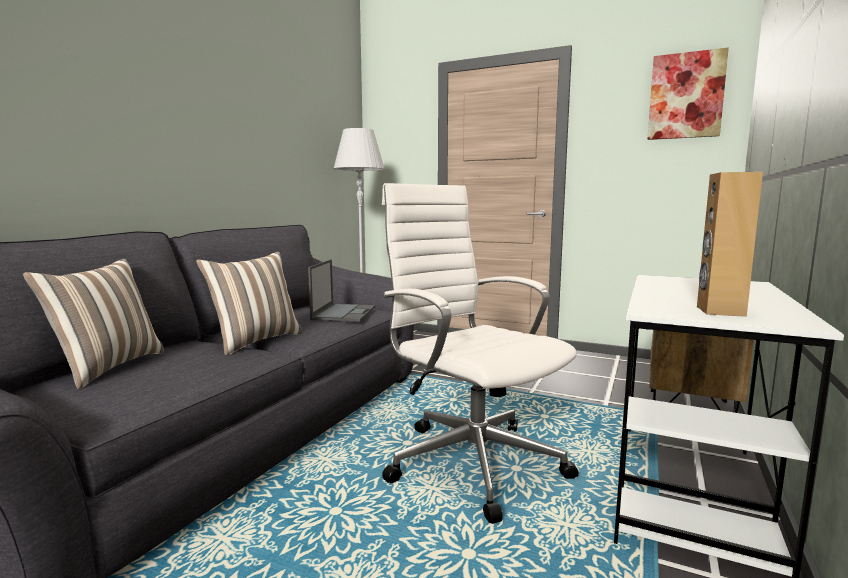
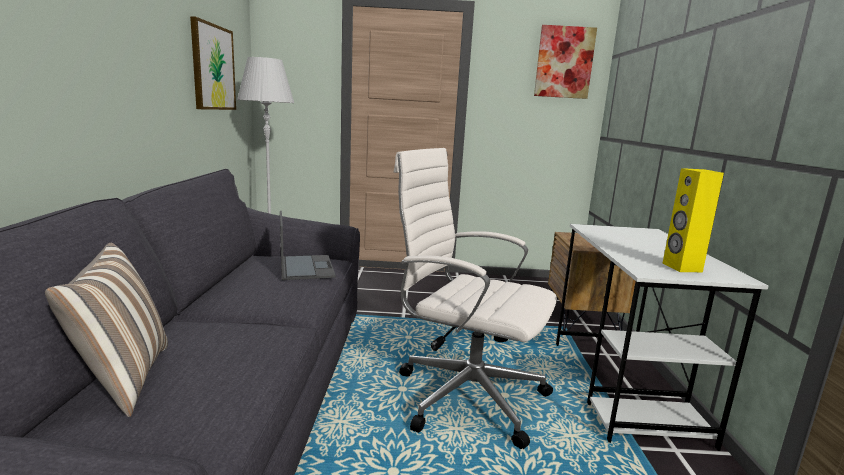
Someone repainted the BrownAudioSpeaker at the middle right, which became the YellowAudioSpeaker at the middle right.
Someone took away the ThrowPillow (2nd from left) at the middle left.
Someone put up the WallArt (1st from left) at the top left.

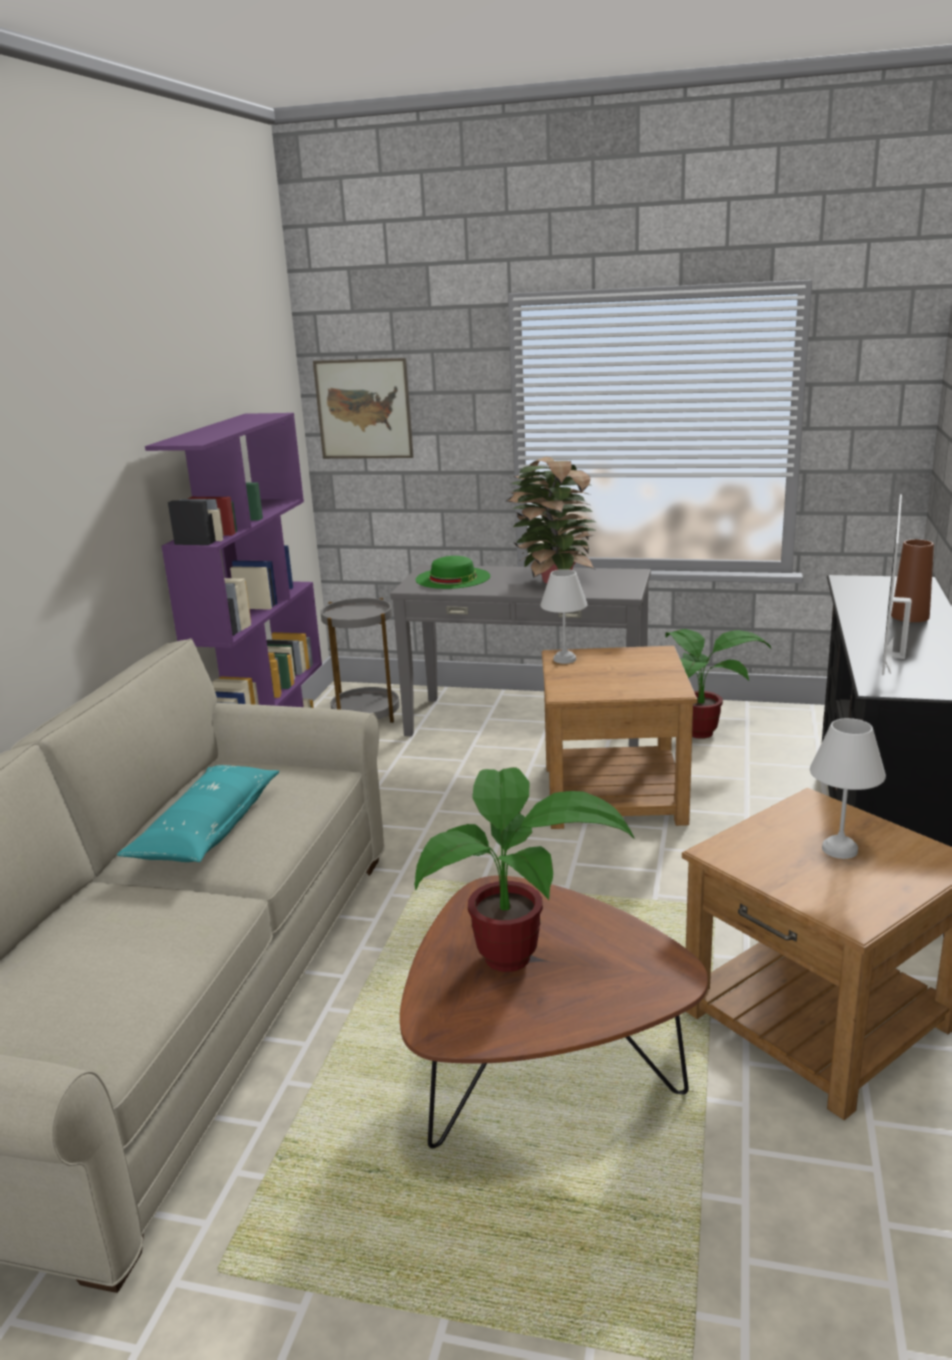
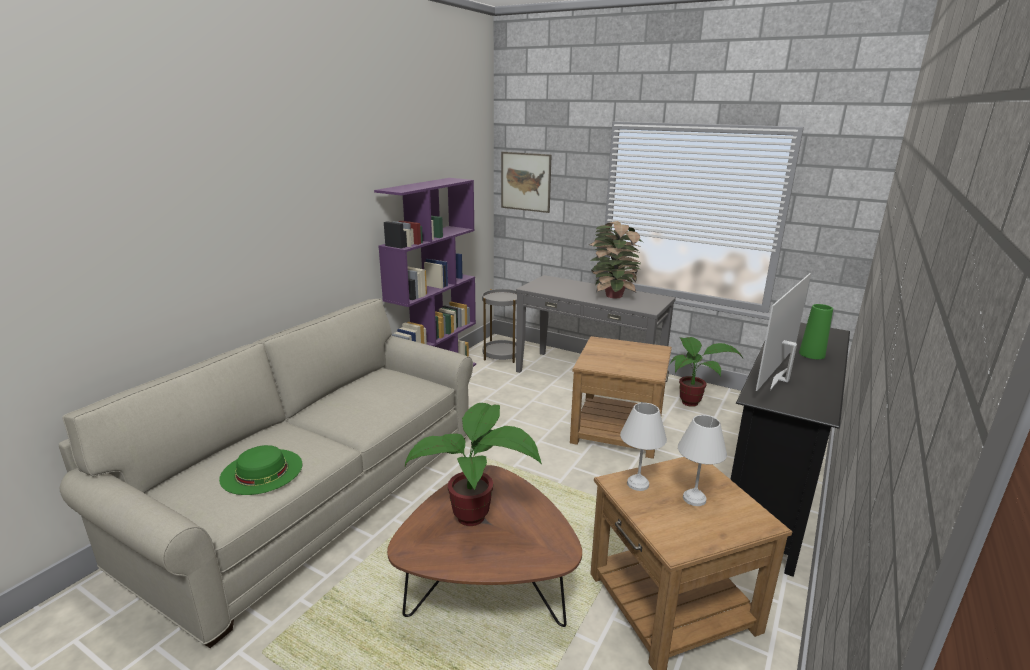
Someone repainted the BrownDecorativeVase at the middle right, which became the GreenDecorativeVase at the middle right.
Someone carried the GreenWearableHat from the centre to the bottom left.
Someone carried the WhiteColouredTabletopLamp (1st from left) from the centre to the bottom centre.
Someone took away the TurquoiseColouredThrowPillow at the middle left.

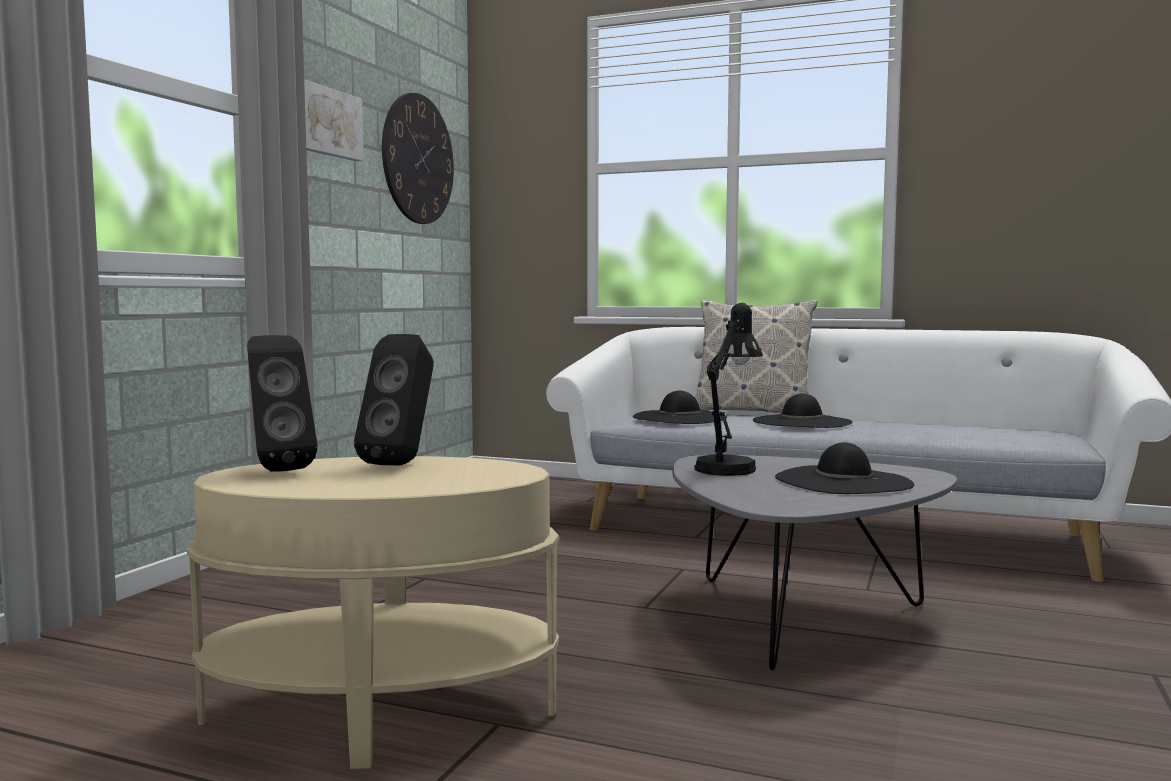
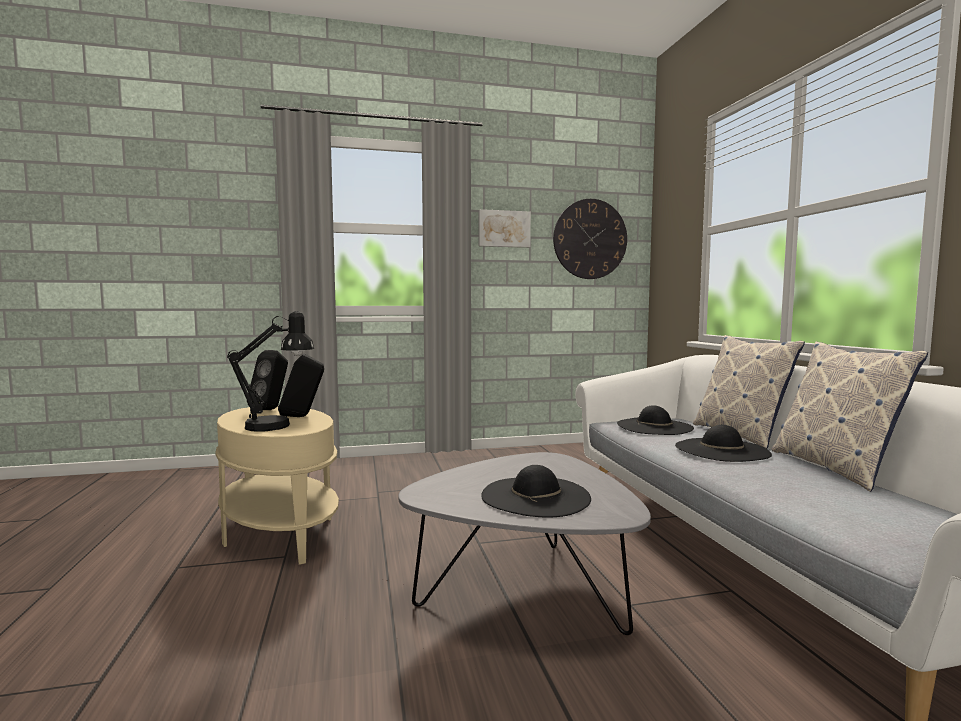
Someone carried the BlackColouredTabletopLamp from the centre to the middle left.
Someone put down the ThrowPillow (2nd from left) at the middle right.

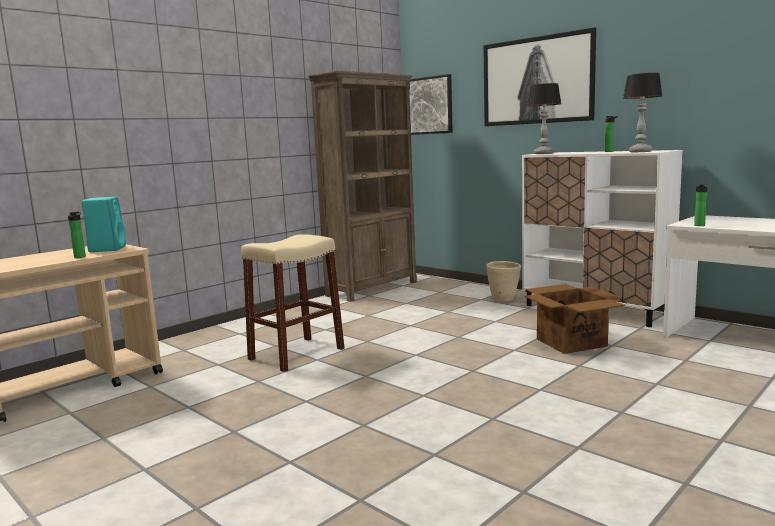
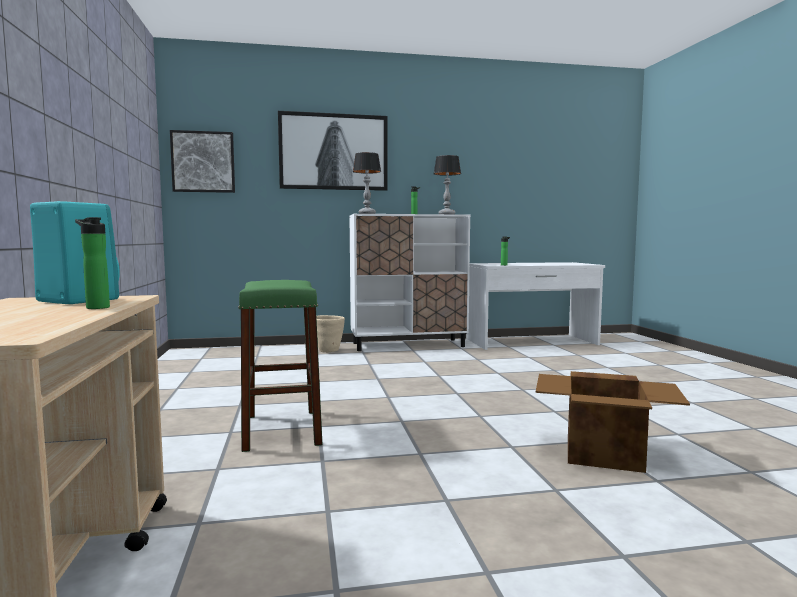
Someone took away the BrownBookshelf at the centre.
Someone repainted the SandColouredStoolSeat at the centre, which became the GreenStoolSeat at the centre.
Someone carried the CardboardBox from the middle right to the bottom right.

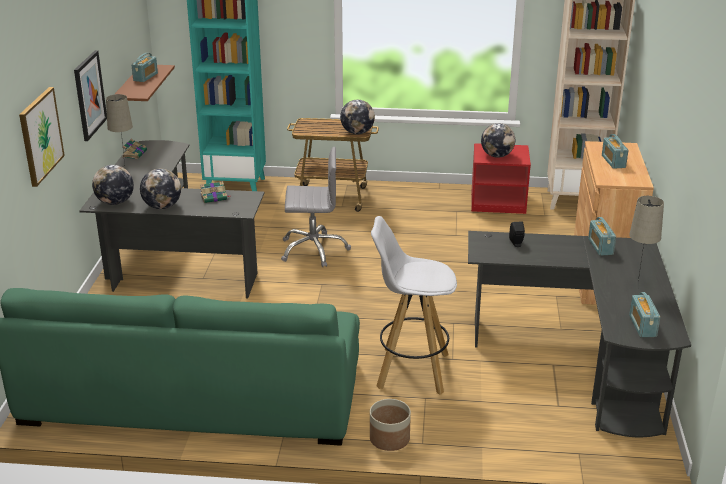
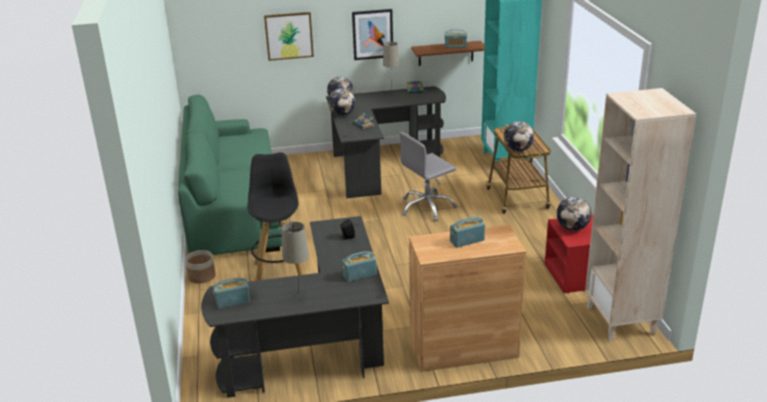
Someone rotated the GrayDeskChair at the centre by 75 degrees clockwise.
Someone repainted the WhiteColouredStoolSeat at the centre, which became the BlackColouredStoolSeat at the centre.

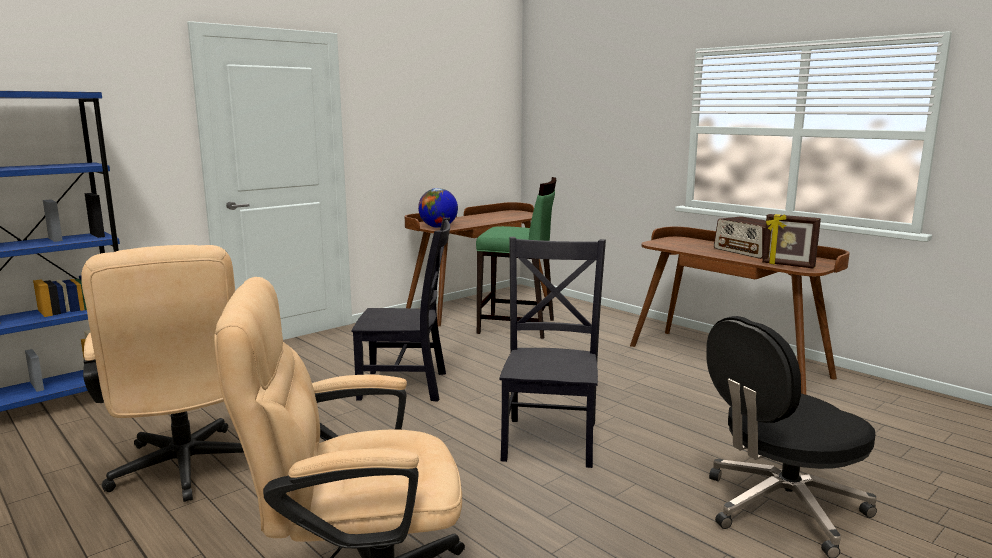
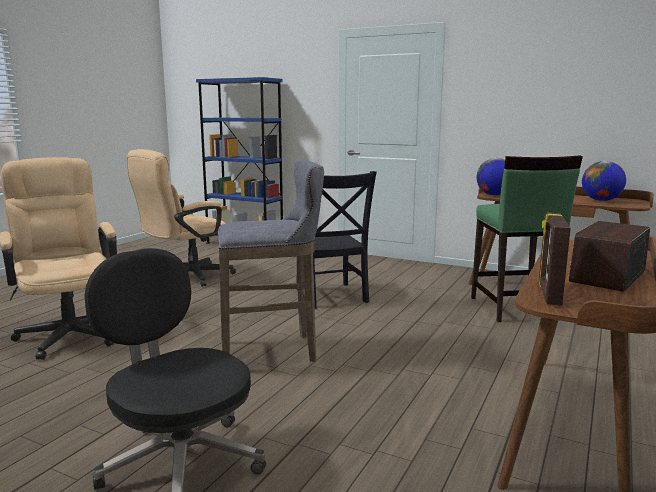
Someone swapped the BlackColouredUprightChair (2nd from left) at the centre for the GrayStoolSeat at the centre.
Someone put down the WorldGlobe (2nd from left) at the middle right.

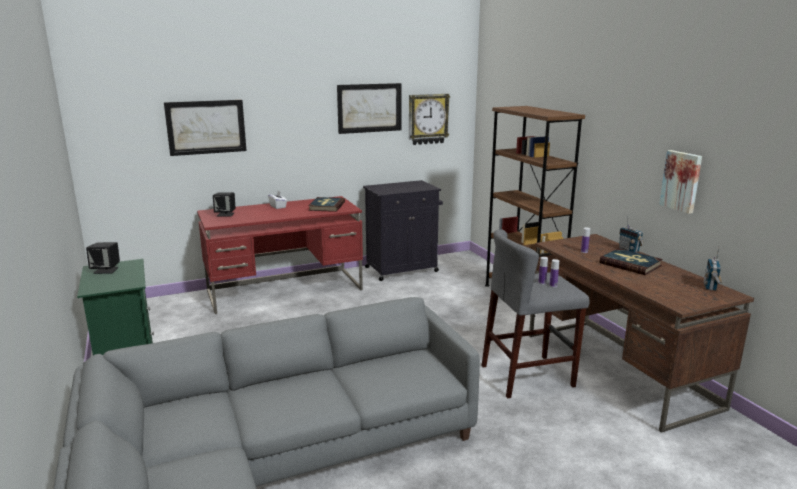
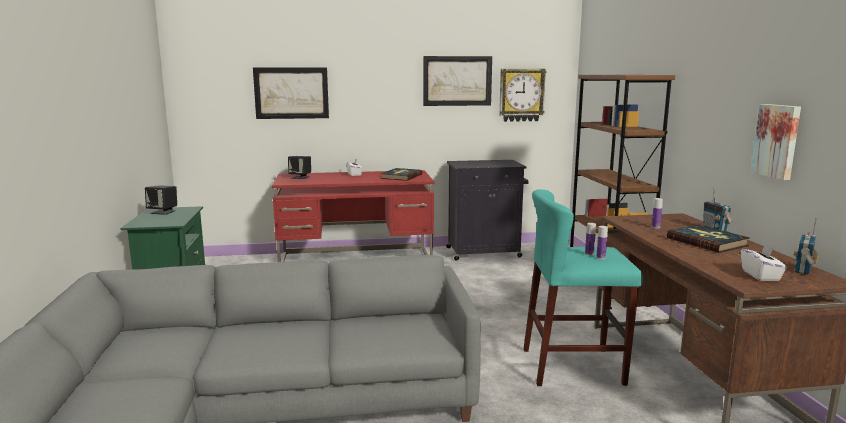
Someone repainted the GrayStoolSeat at the middle right, which became the TurquoiseColouredStoolSeat at the bottom right.
Someone put down the WhiteColouredTissueBox (2nd from left) at the middle right.

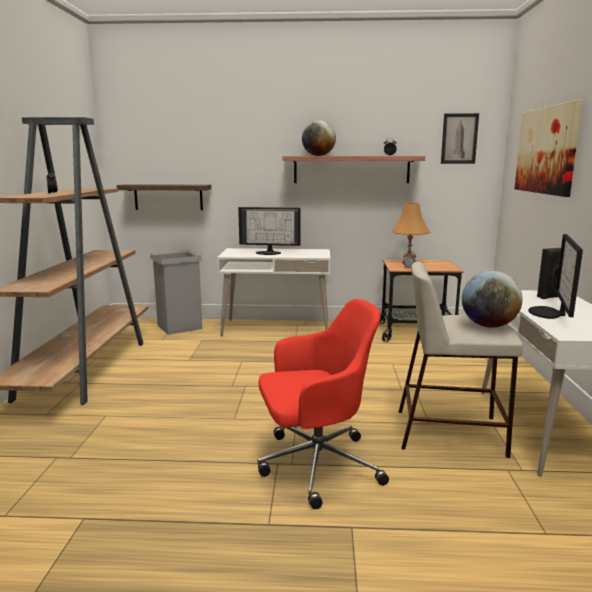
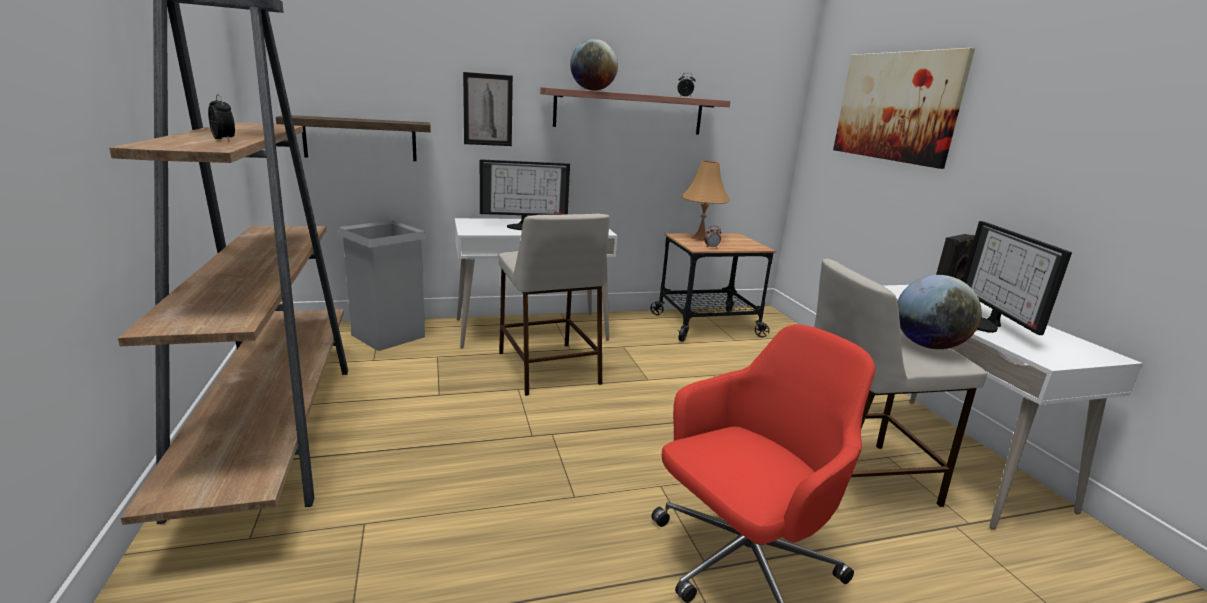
Someone carried the WallArt (1st from left) from the top right to the top centre.
Someone put down the SandColouredStoolSeat (1st from left) at the centre.

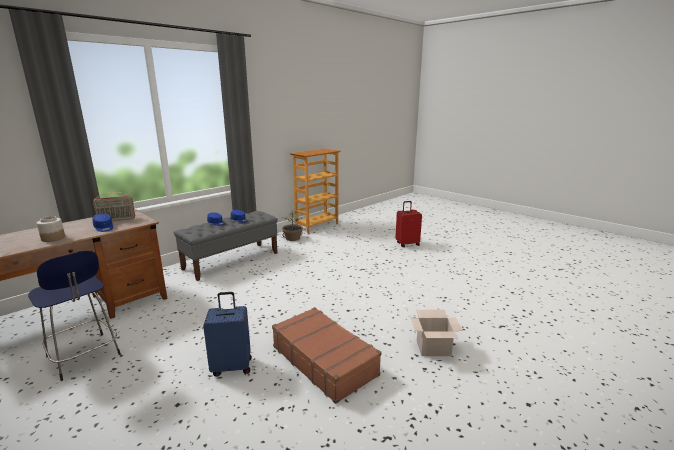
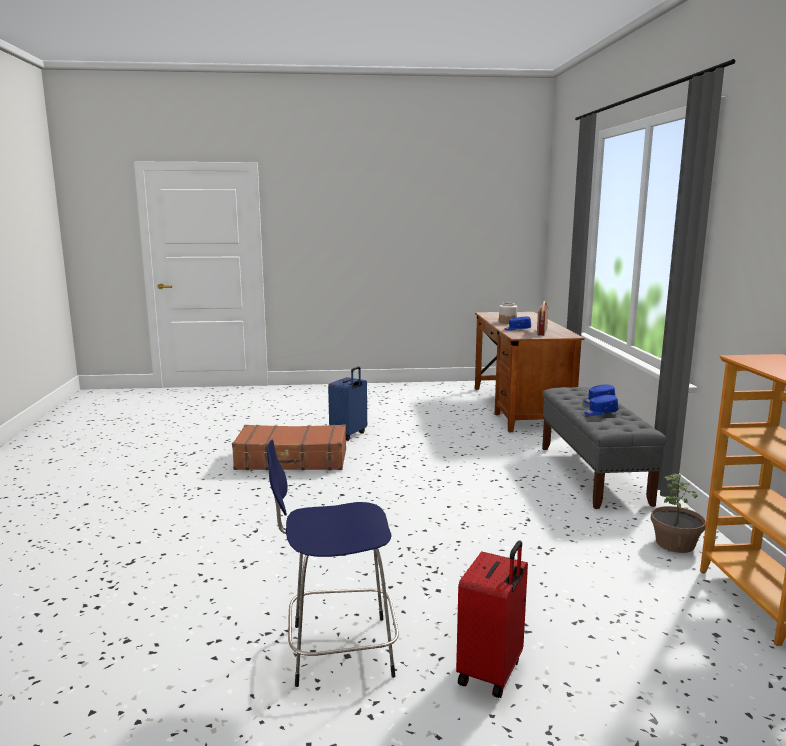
Someone carried the BlueStoolSeat from the bottom left to the bottom centre.
Someone took away the CardboardBox at the bottom centre.

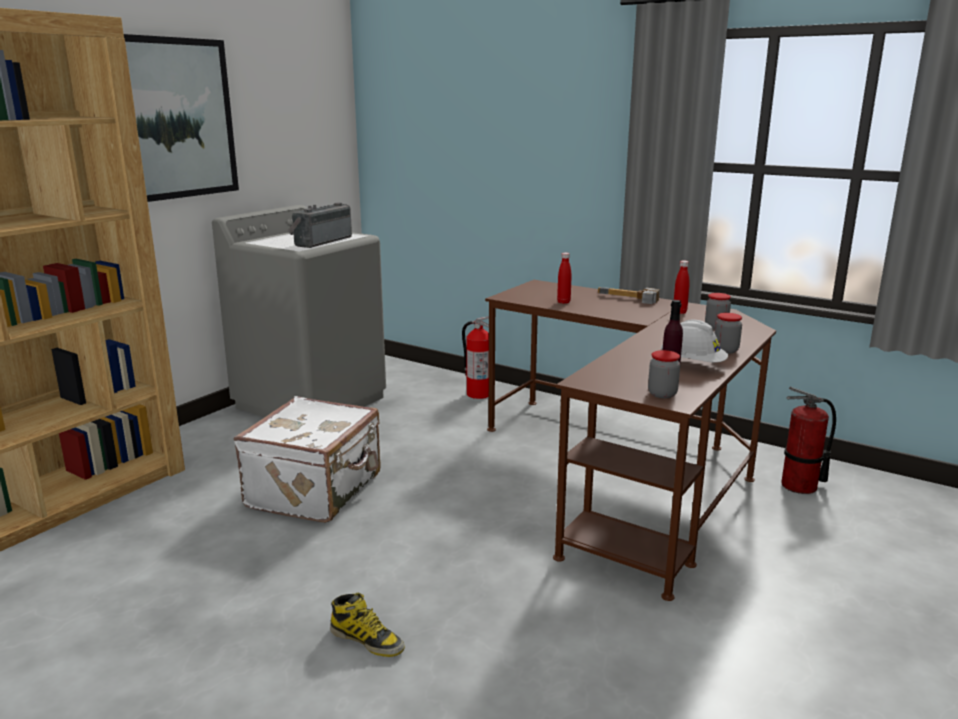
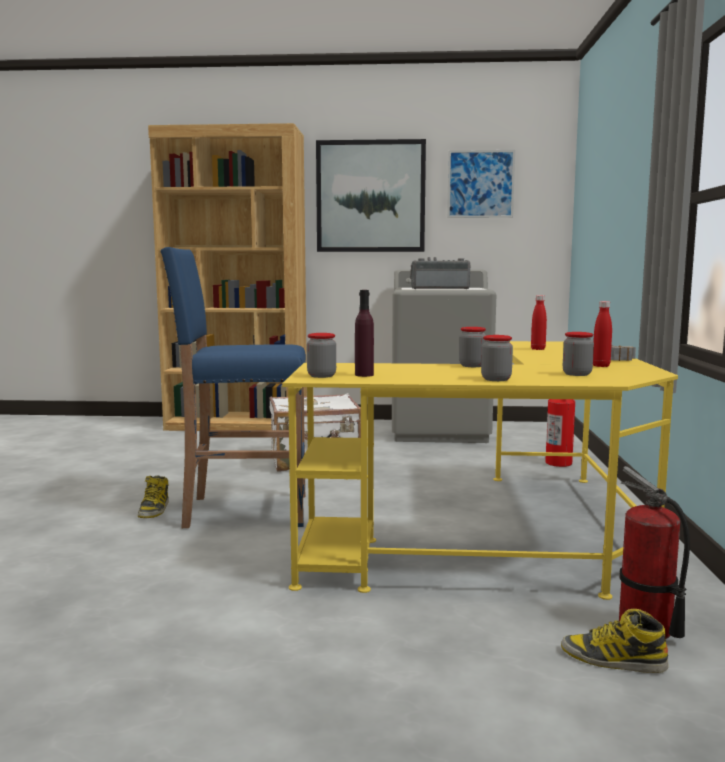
Someone repainted the BrownDeskTable at the centre, which became the YellowDeskTable at the centre.
Someone took away the WhiteColouredSafetyHelmet at the middle right.
Someone put up the WallArt (2nd from left) at the top centre.
Someone put down the BlueStoolSeat at the middle left.
Someone put down the PreserveJar (2nd from left) at the centre.
Someone put down the Boot (2nd from left) at the bottom right.

